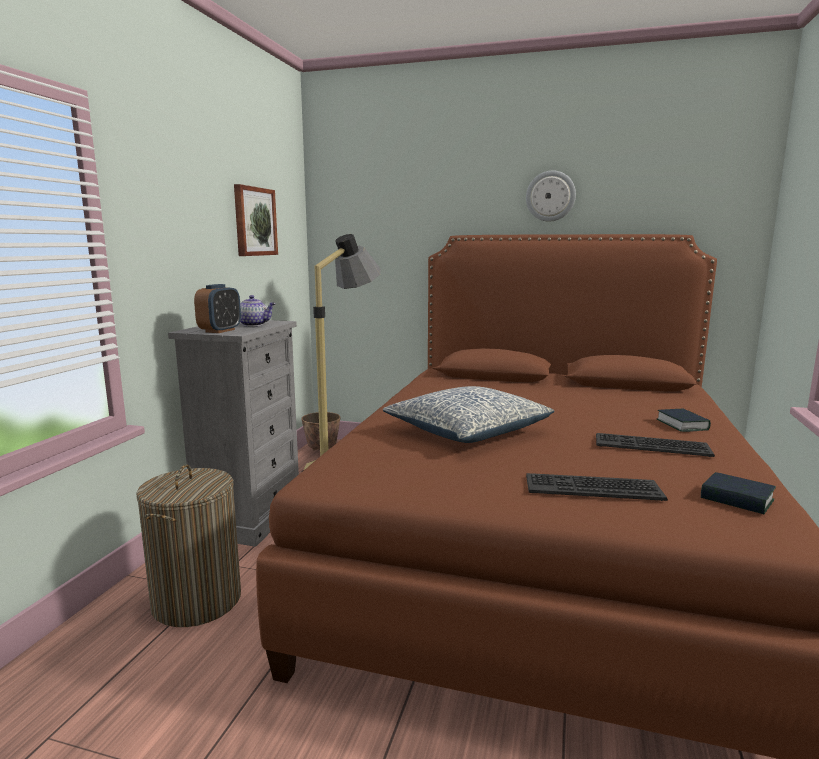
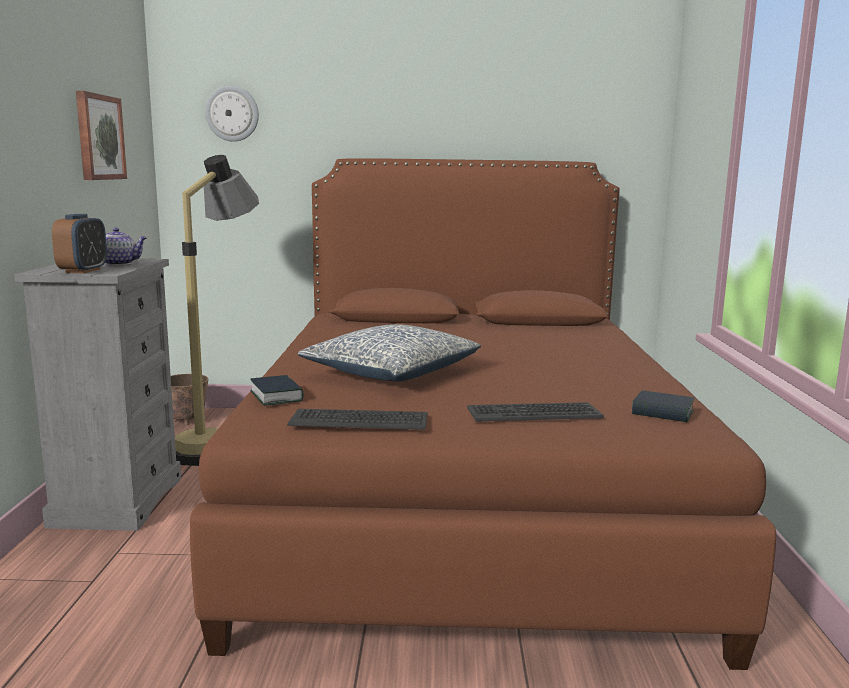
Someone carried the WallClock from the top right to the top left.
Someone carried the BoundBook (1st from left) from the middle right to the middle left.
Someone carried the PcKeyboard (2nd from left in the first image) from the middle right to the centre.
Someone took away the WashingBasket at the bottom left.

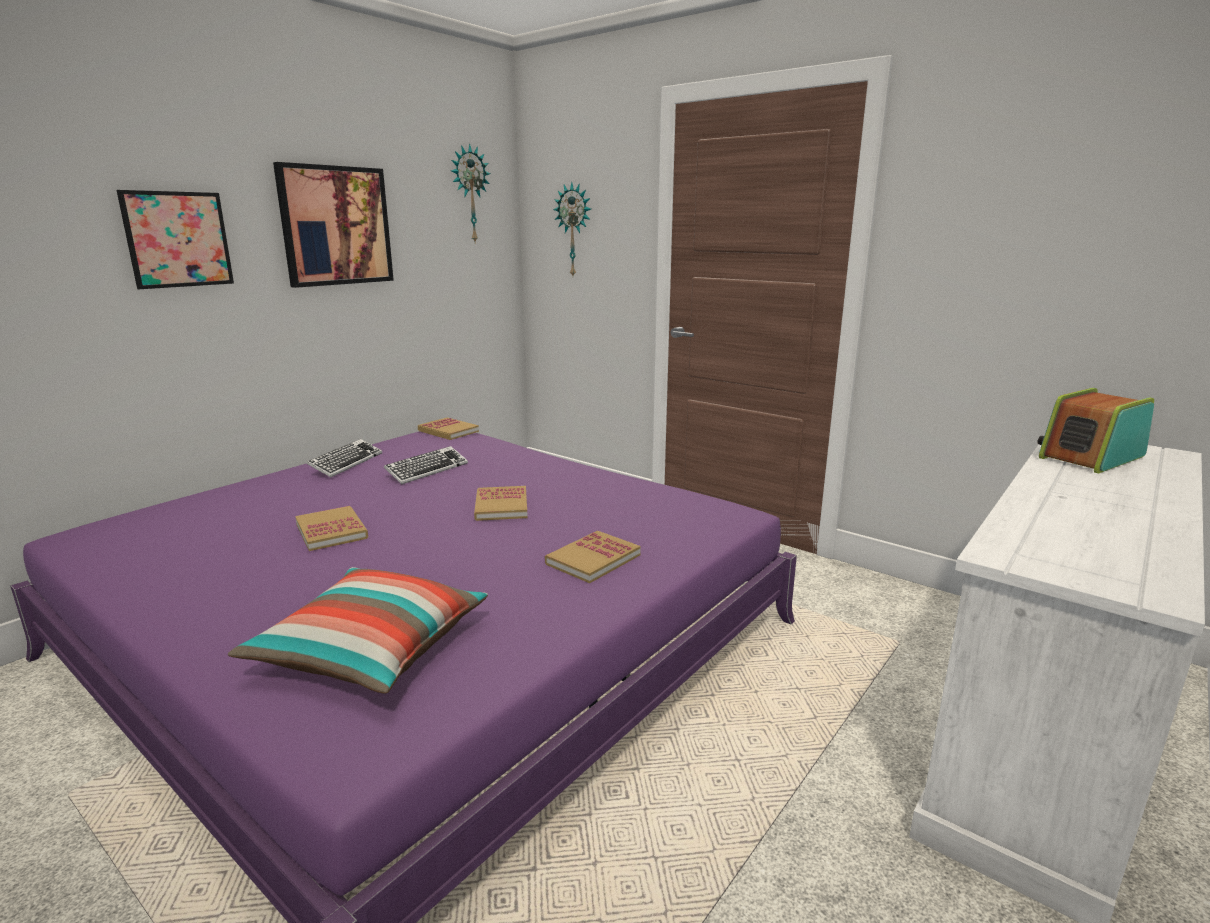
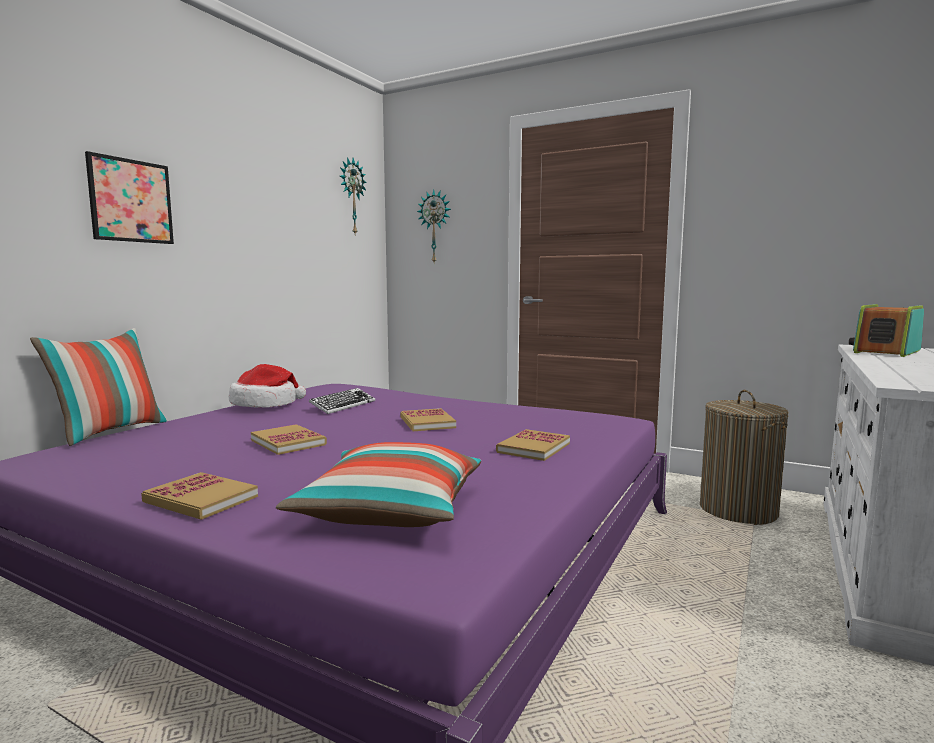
Someone took away the WallArt (2nd from left) at the top left.
Someone carried the BoundBook (2nd from left in the first image) from the centre to the bottom left.
Someone swapped the PcKeyboard (1st from left) at the middle left for the WearableHat at the middle left.
Someone put down the ThrowPillow (1st from left) at the middle left.
Someone put down the WashingBasket at the middle right.

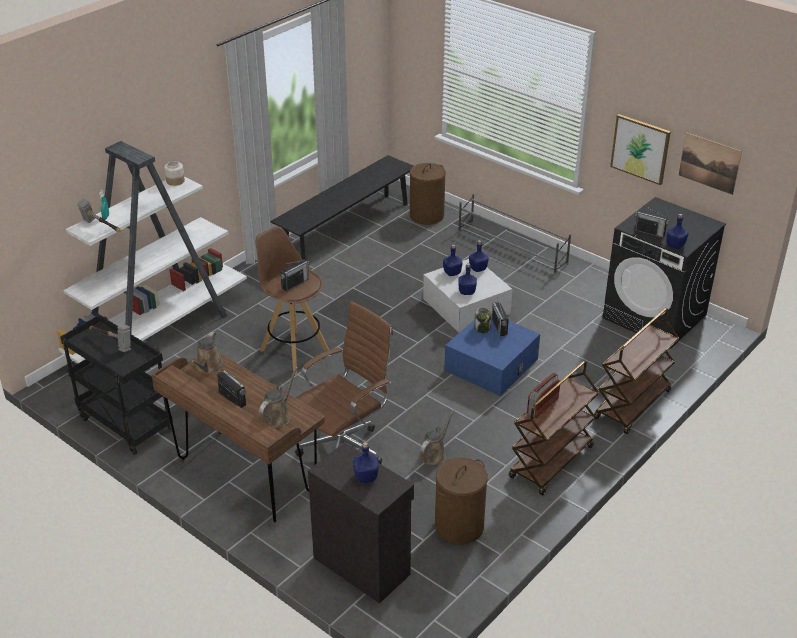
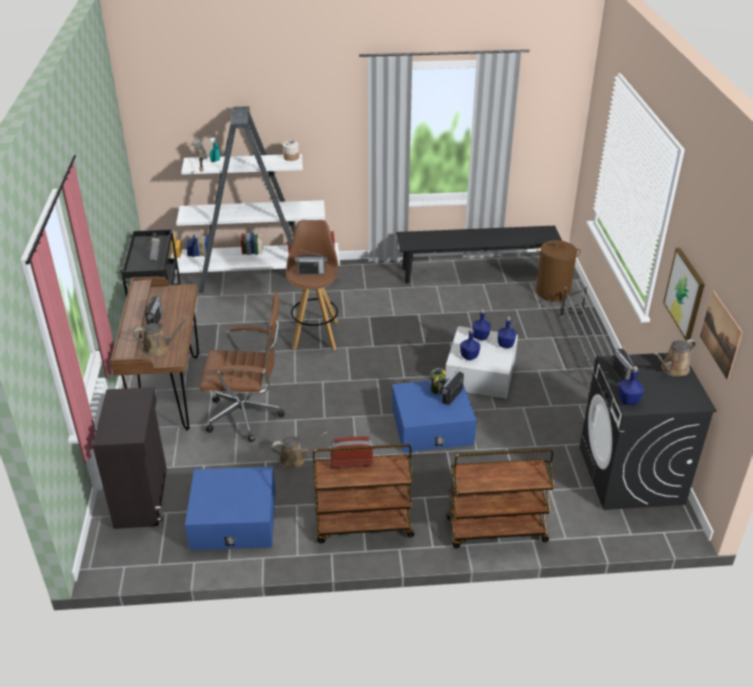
Someone carried the BrownSprinklingCan (1st from left in the first image) from the middle left to the middle right.
Someone took away the BlueBottle (1st from left) at the bottom centre.
Someone swapped the BrownWashingBasket (2nd from left) at the bottom centre for the BlueStorageBin (1st from left) at the bottom left.

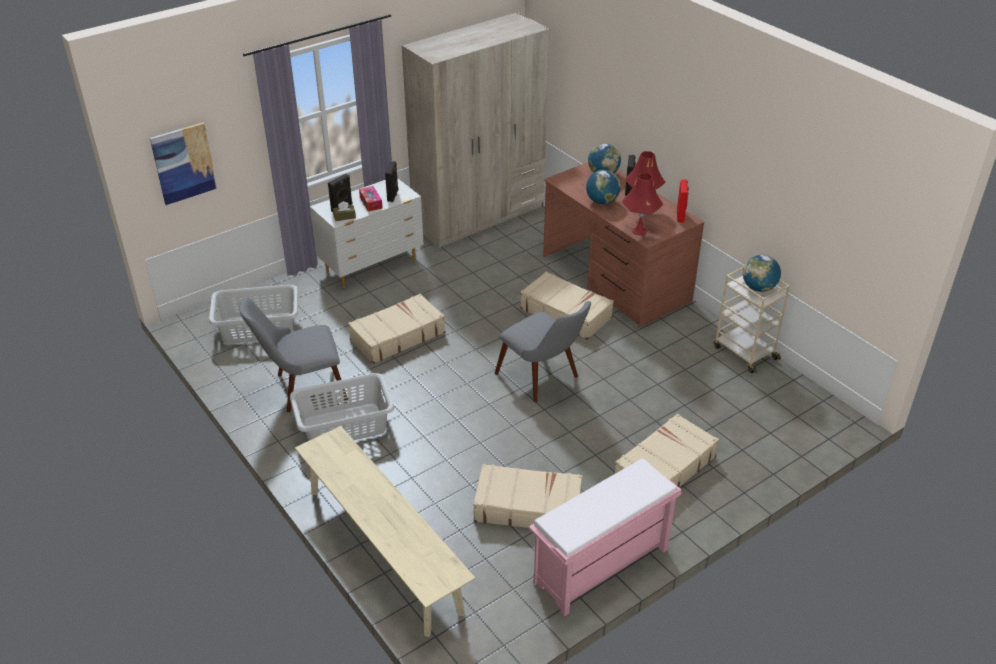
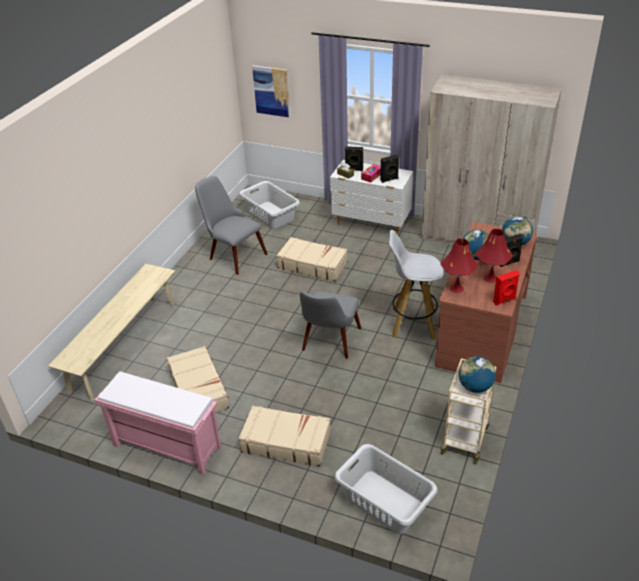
Someone swapped the SandColouredPieceOfLuggage (3rd from left) at the centre for the WhiteColouredStoolSeat at the centre.
Someone carried the GrayWashingBasket (2nd from left) from the centre to the bottom centre.

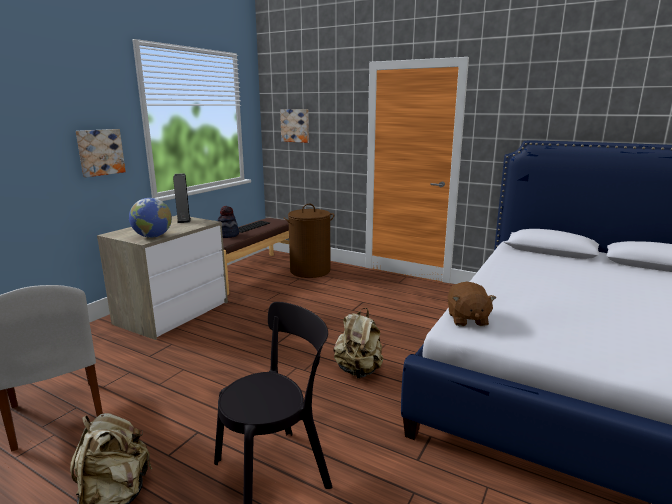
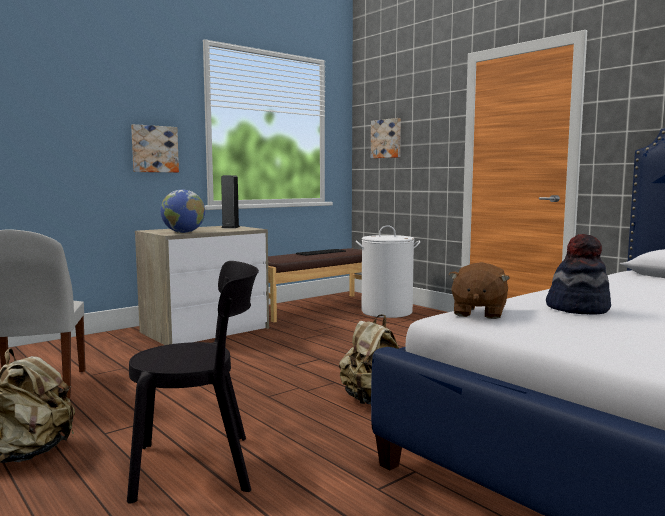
Someone repainted the BrownWashingBasket at the centre, which became the WhiteColouredWashingBasket at the centre.
Someone carried the WearableHat from the centre to the middle right.

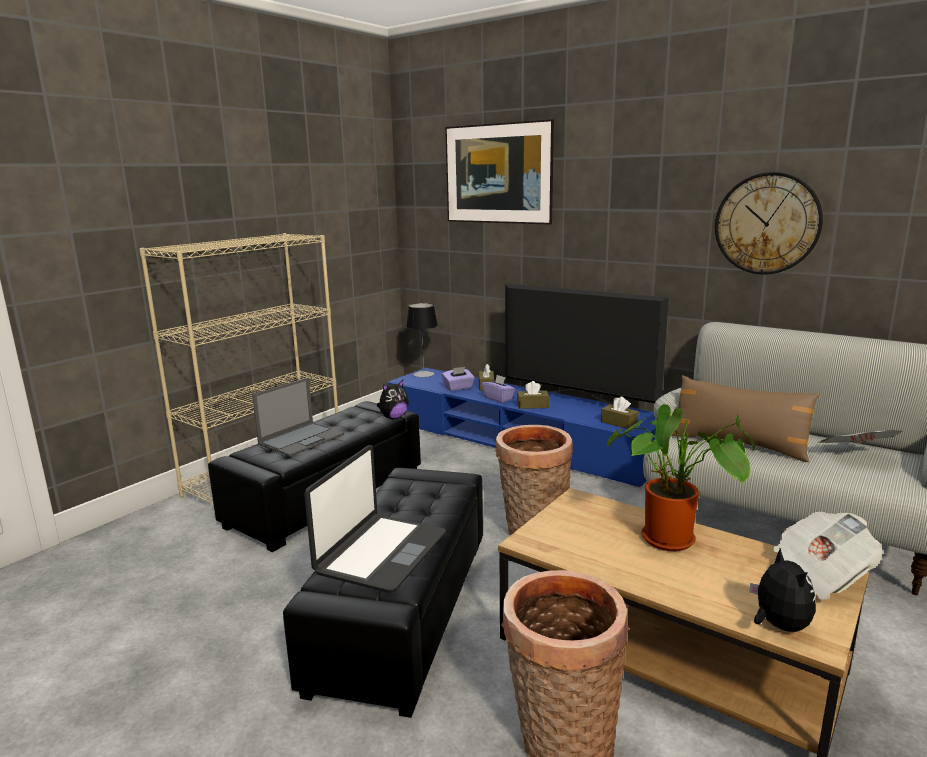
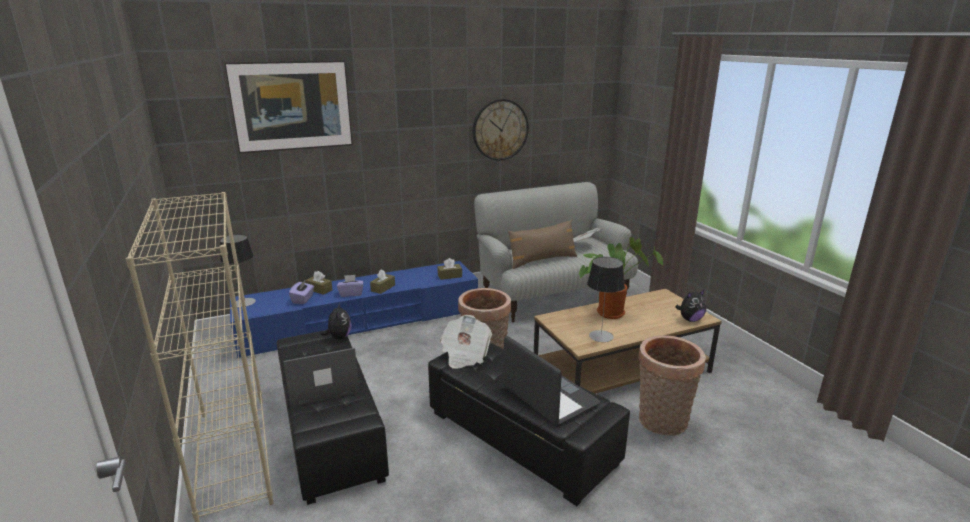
Someone took away the TvSet at the centre.
Someone rotated the Laptop (1st from left) at the middle left by 90 degrees counterclockwise.
Someone carried the DailyPaper (1st from left) from the bottom right to the centre.
Someone rotated the SoftToy (2nd from left) at the bottom right by 135 degrees clockwise.
Someone put down the TabletopLamp (2nd from left) at the centre.

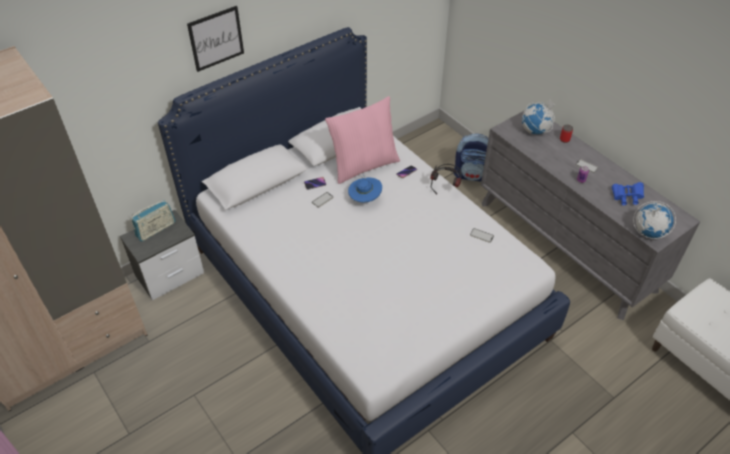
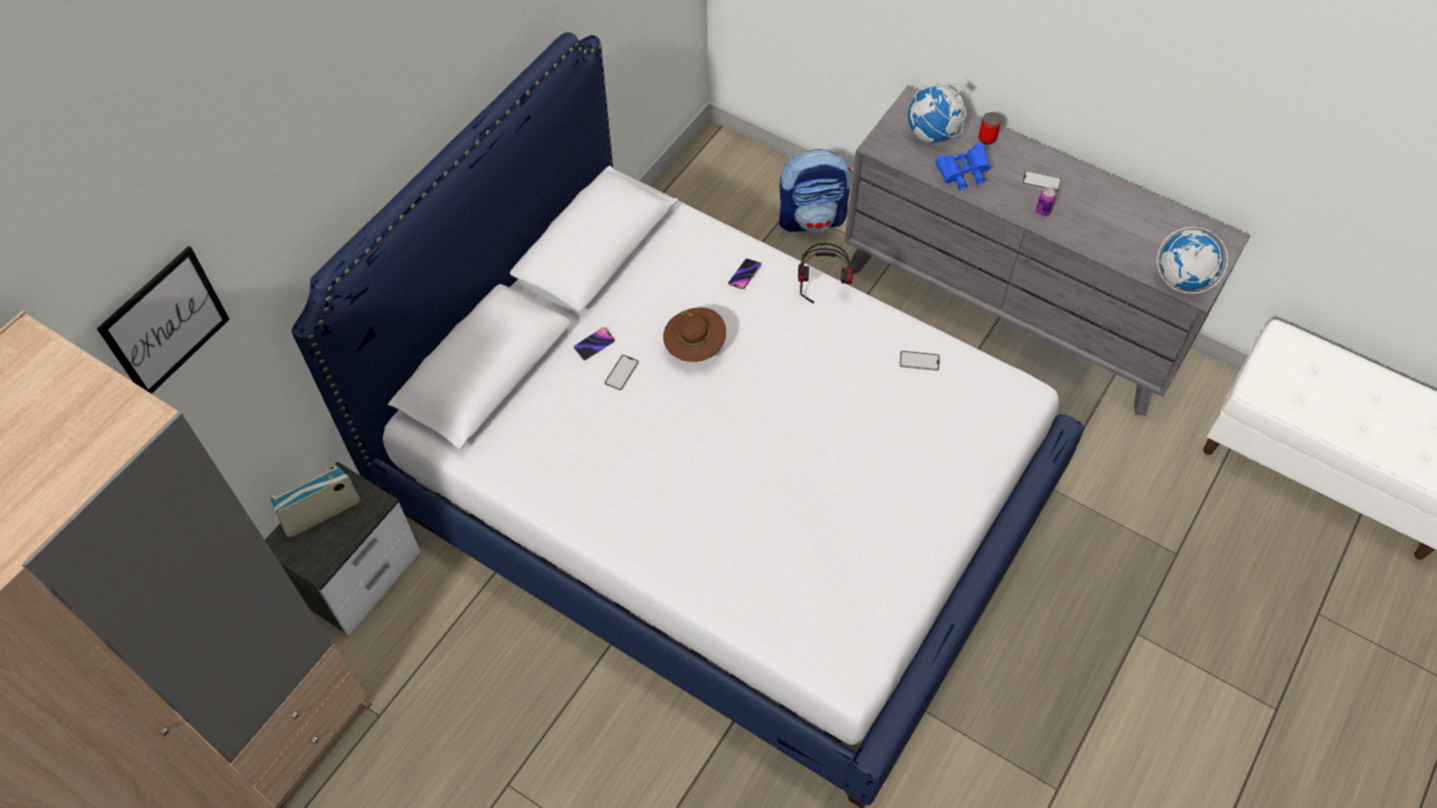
Someone carried the WallArt from the top left to the middle left.
Someone took away the PinkThrowPillow at the top centre.
Someone repainted the BlueWearableHat at the centre, which became the BrownWearableHat at the centre.
Someone carried the BlueFieldGlasses from the middle right to the top right.
Someone rotated the Radio at the middle left by 150 degrees counterclockwise.

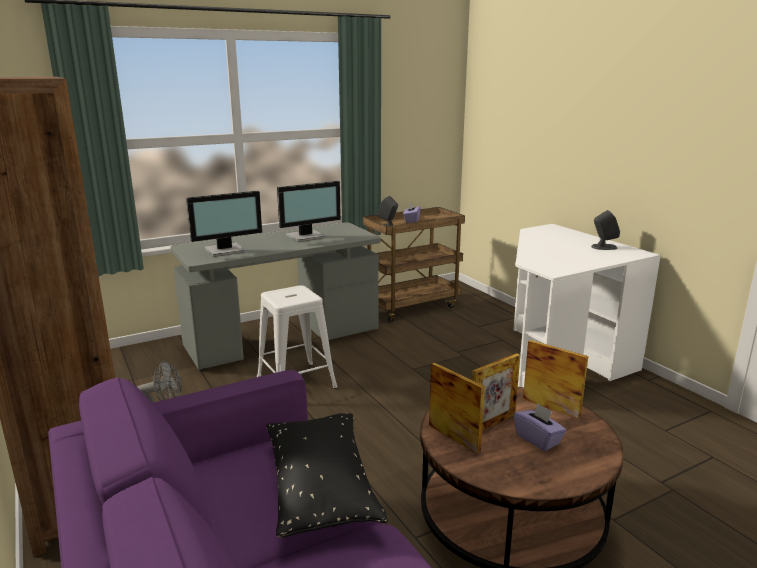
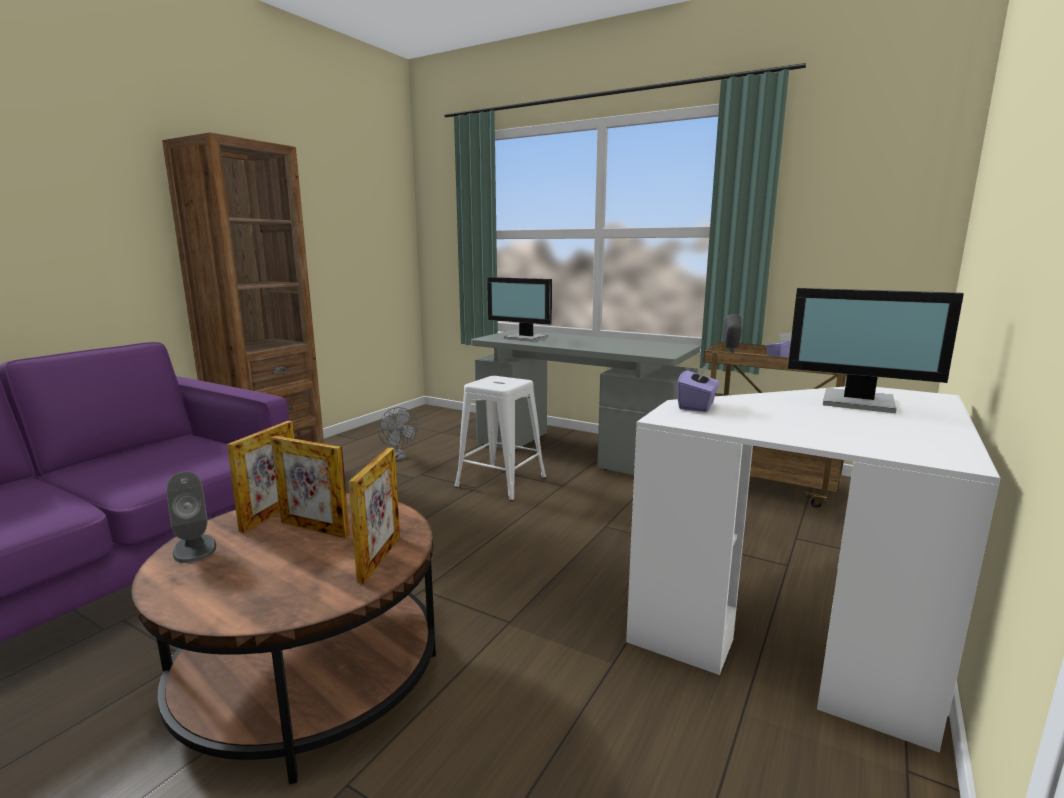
Someone carried the Monitor (2nd from left) from the centre to the middle right.
Someone carried the GrayAudioSpeaker (2nd from left in the first image) from the middle right to the middle left.
Someone carried the PurplishTissueBox (2nd from left in the first image) from the bottom right to the centre.
Someone took away the BlackColouredThrowPillow at the bottom centre.

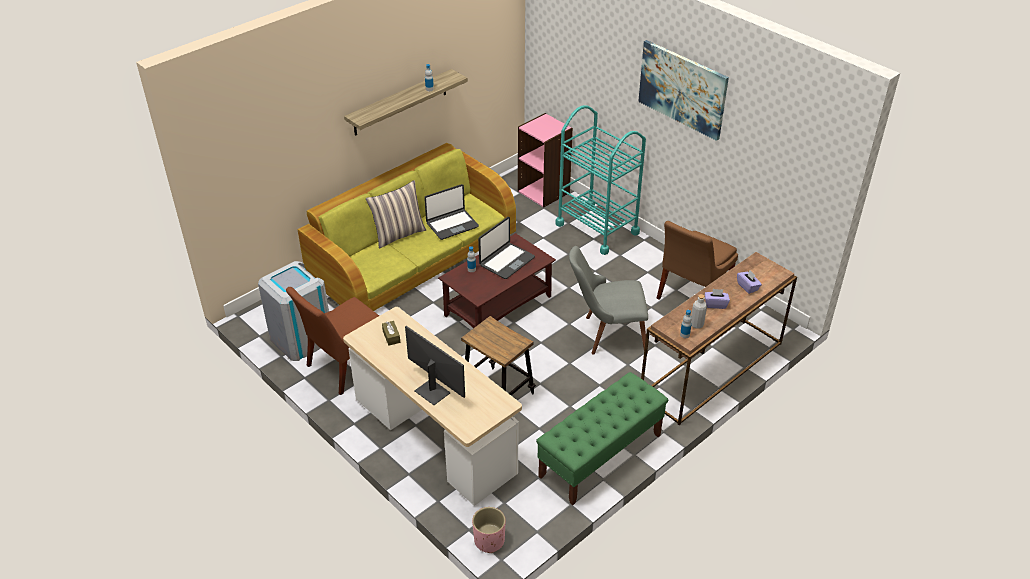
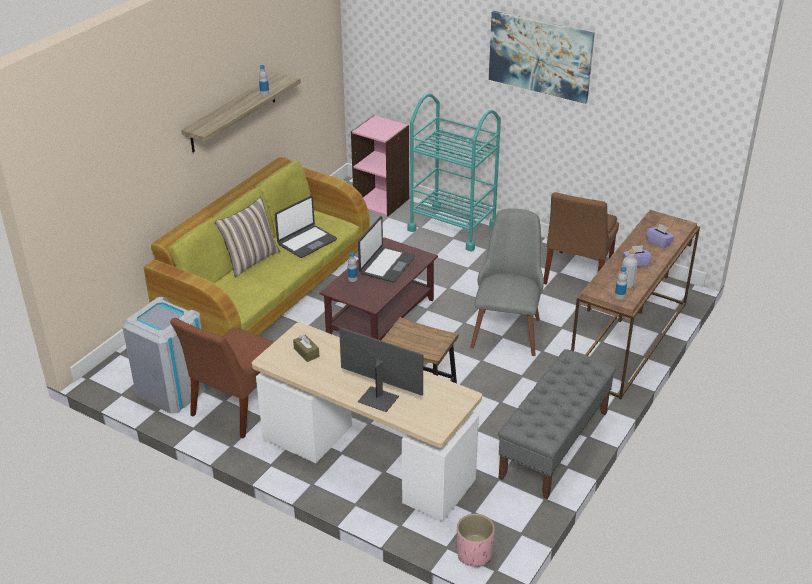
Someone rotated the GrayUprightChair at the centre by 120 degrees clockwise.
Someone repainted the GreenIndoorBench at the bottom centre, which became the GrayIndoorBench at the bottom right.

